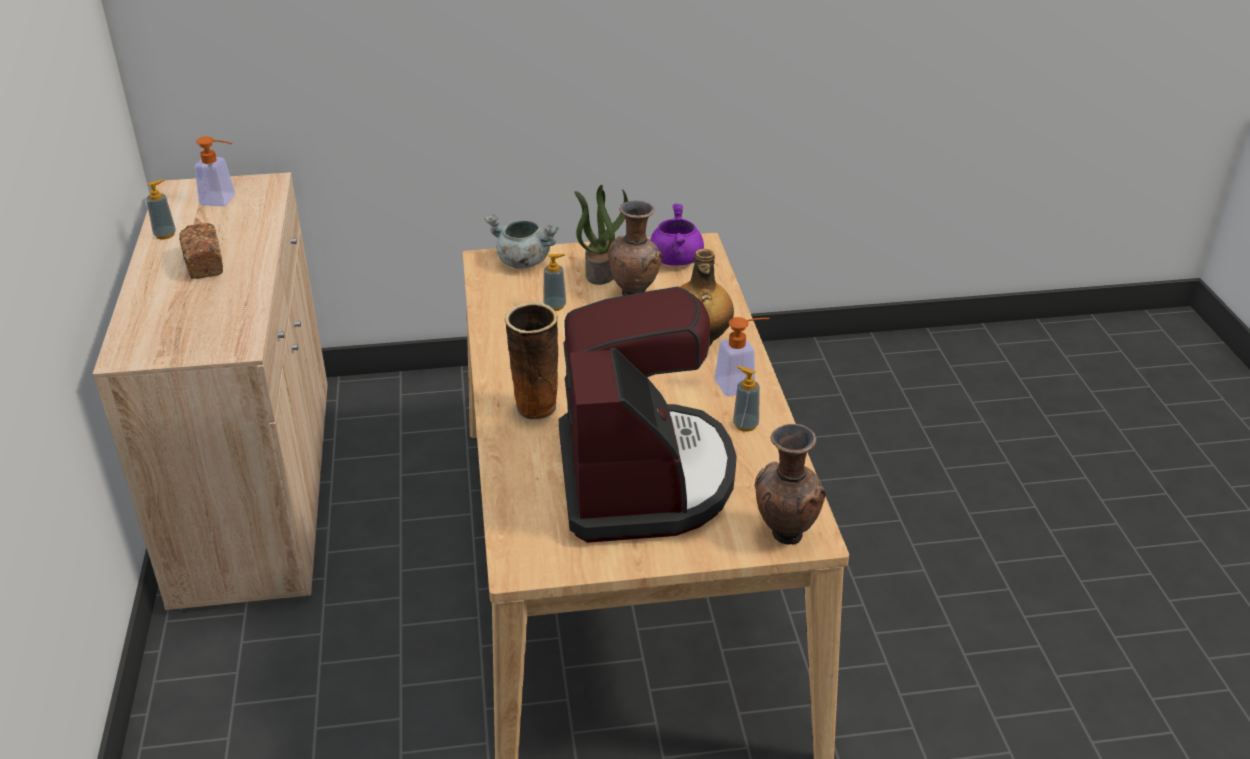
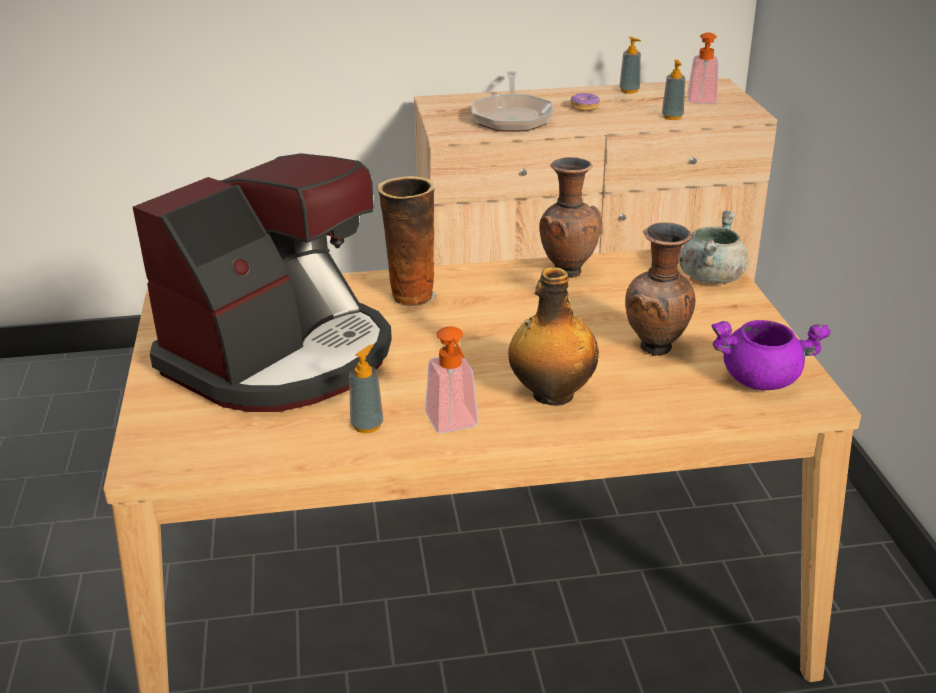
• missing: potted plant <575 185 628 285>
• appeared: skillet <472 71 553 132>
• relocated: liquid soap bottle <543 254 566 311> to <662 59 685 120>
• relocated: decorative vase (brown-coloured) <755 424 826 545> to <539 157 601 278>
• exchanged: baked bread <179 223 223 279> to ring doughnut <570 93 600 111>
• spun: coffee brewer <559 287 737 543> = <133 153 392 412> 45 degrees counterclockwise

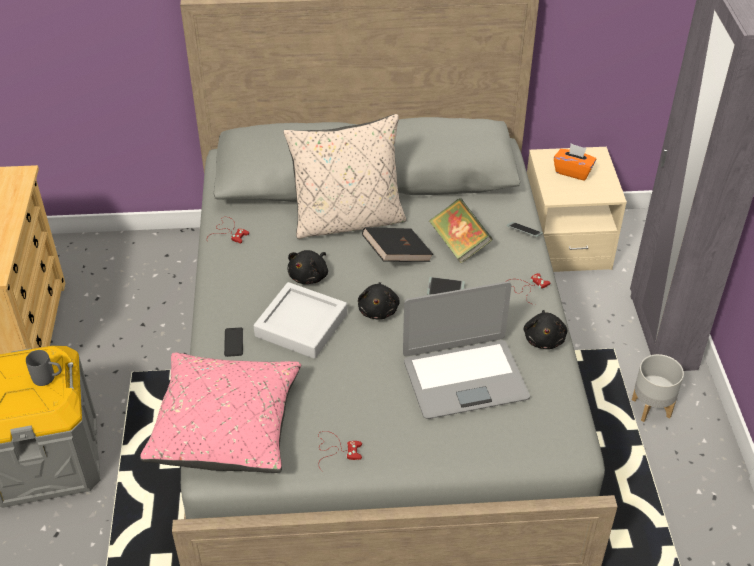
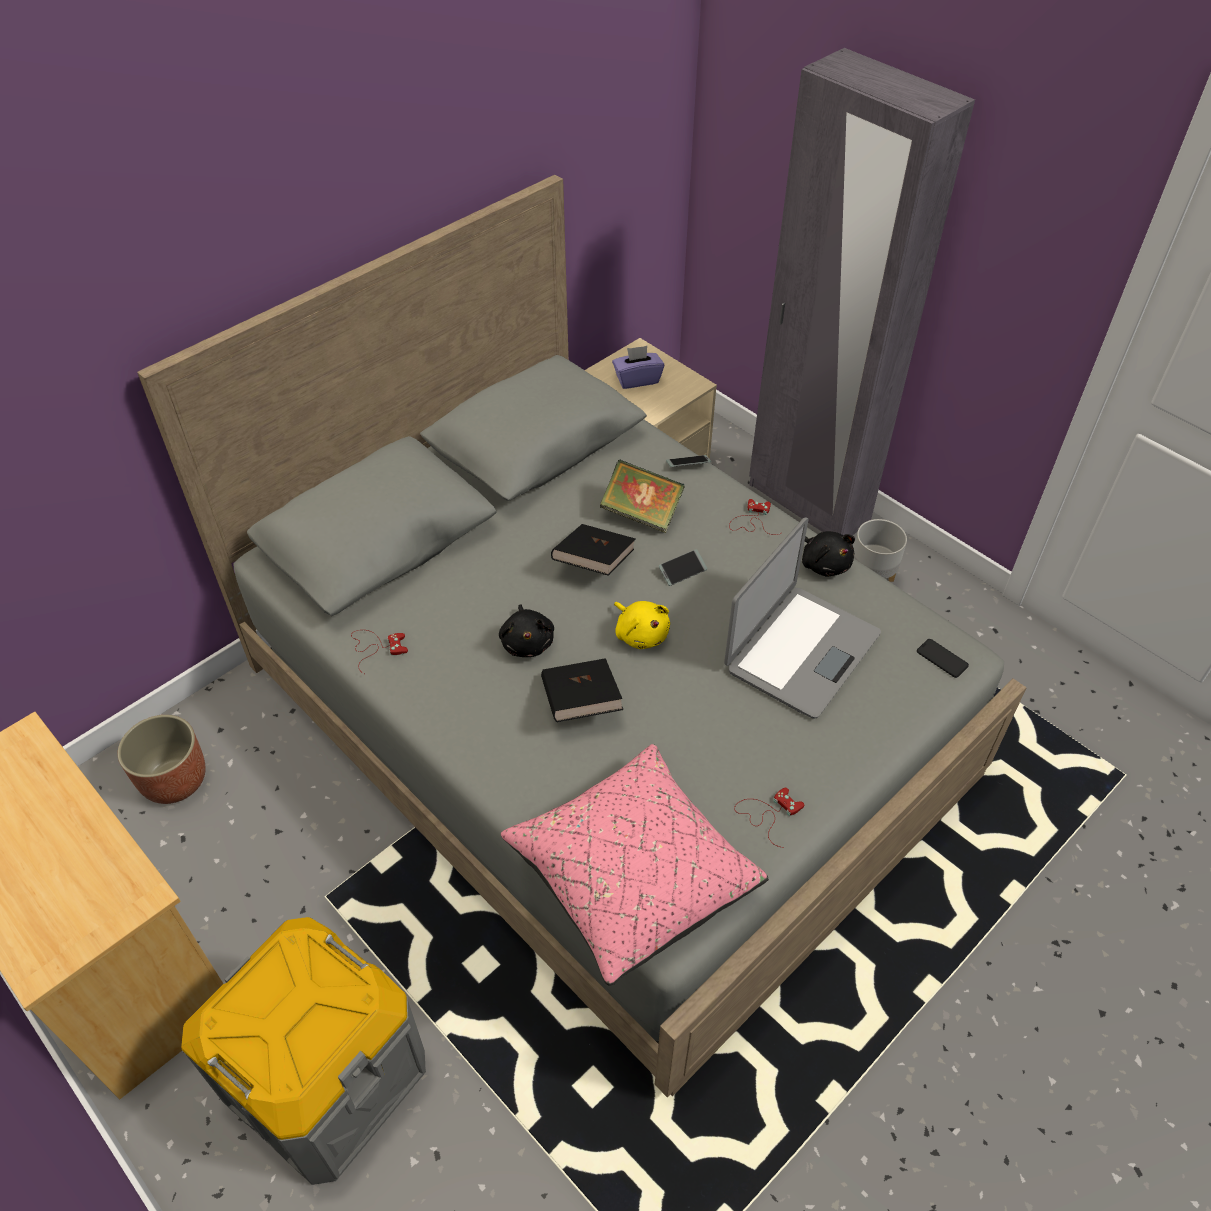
• missing: tea mug (gray) <26 350 62 386>
• missing: pillow (beige) <284 114 406 239>
• appeared: flower pot <117 715 205 804>
• relocated: telephone <224 327 243 357> to <917 639 969 678>
• exchanged: tray (gray) <254 282 347 359> to bound book (black) <541 658 623 722>
• colour: plush toy (black) <358 282 400 319> to plush toy (yellowish) <614 601 670 649>
• colour: tissue holder (orange-coloured) <554 144 597 180> to tissue holder (purplish) <612 346 664 389>

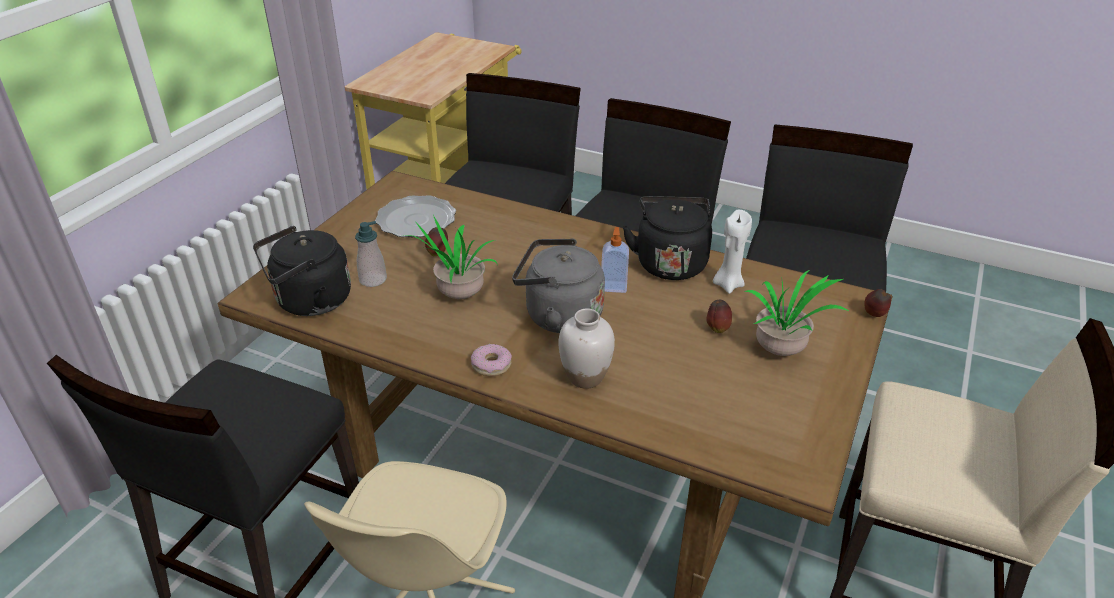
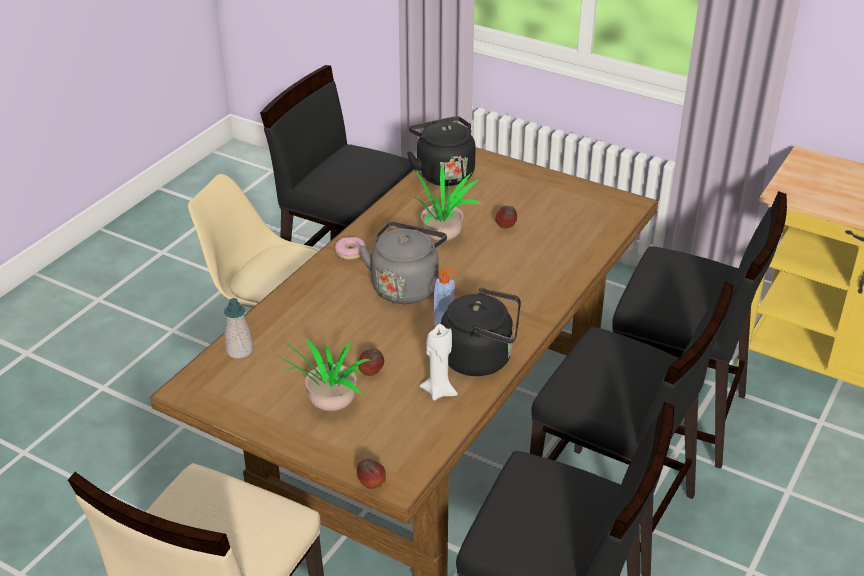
• missing: dinner plate <375 195 456 237>
• missing: decorative vase (white) <558 308 615 389>
• relocated: liquid soap bottle <355 221 387 287> to <224 298 253 359>

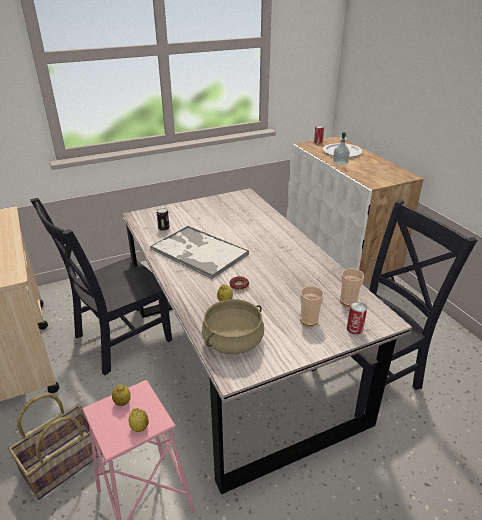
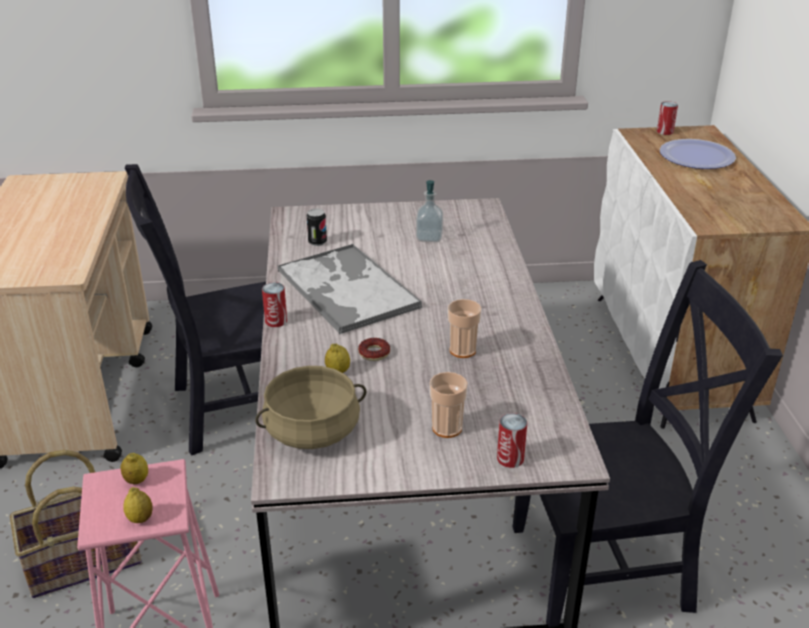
• appeared: metal can <262 282 287 327>
• relocated: liquid soap bottle <333 132 350 165> to <416 180 443 242>
• relocated: cup <340 268 364 306> to <448 299 481 358>

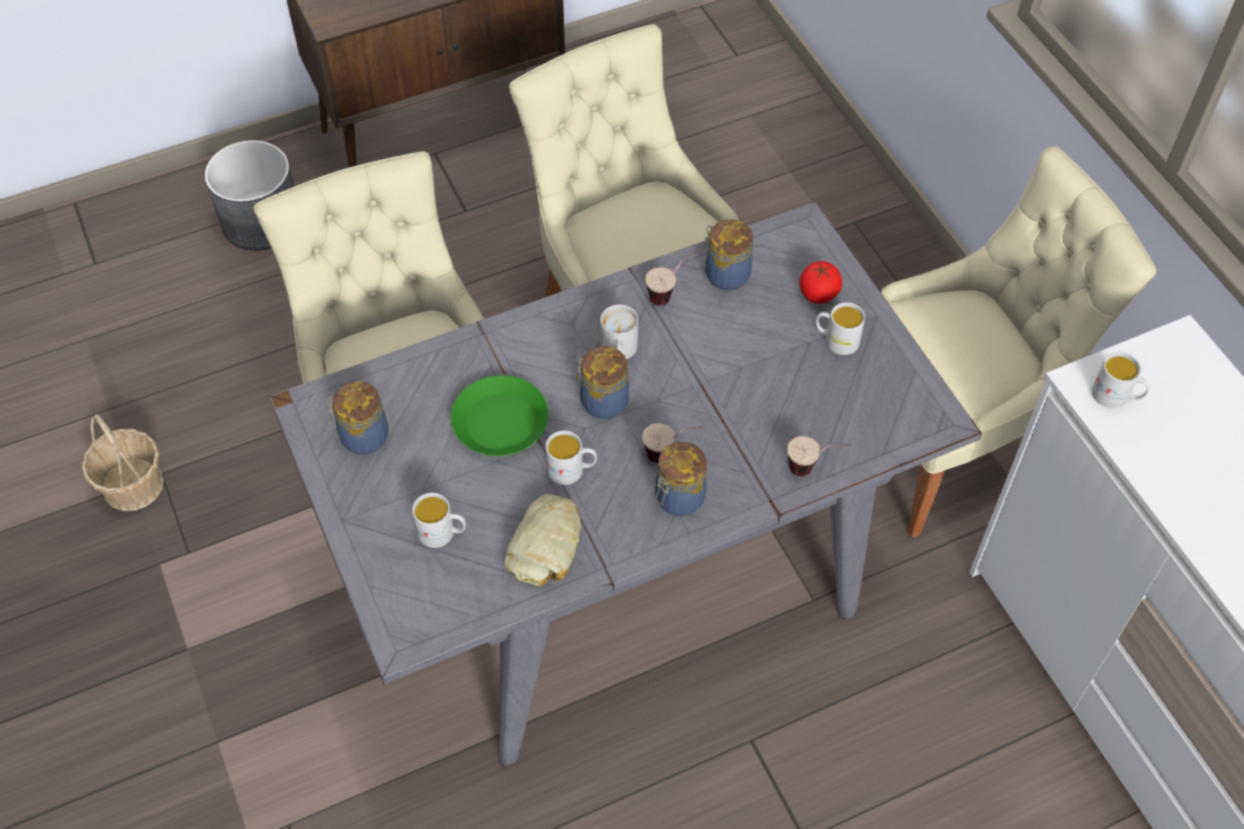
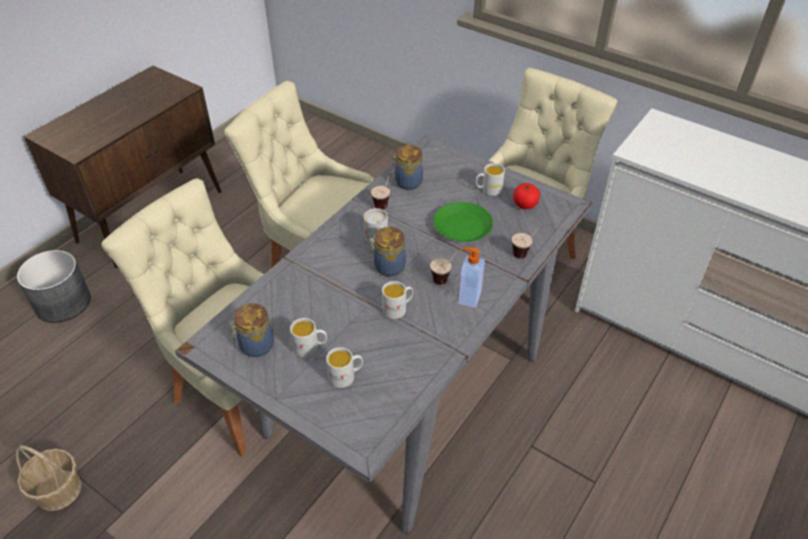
• missing: baked bread <504 494 581 587>
• relocated: dinner plate (green-coloured) <451 375 549 456> to <434 202 493 242>
• relocated: fresh tomato <799 261 842 304> to <513 183 540 209>
• relocated: tea mug (white) <1092 352 1150 408> to <290 318 327 357>
• exchanged: storage jar <655 442 707 516> to liquid soap bottle <458 247 485 308>

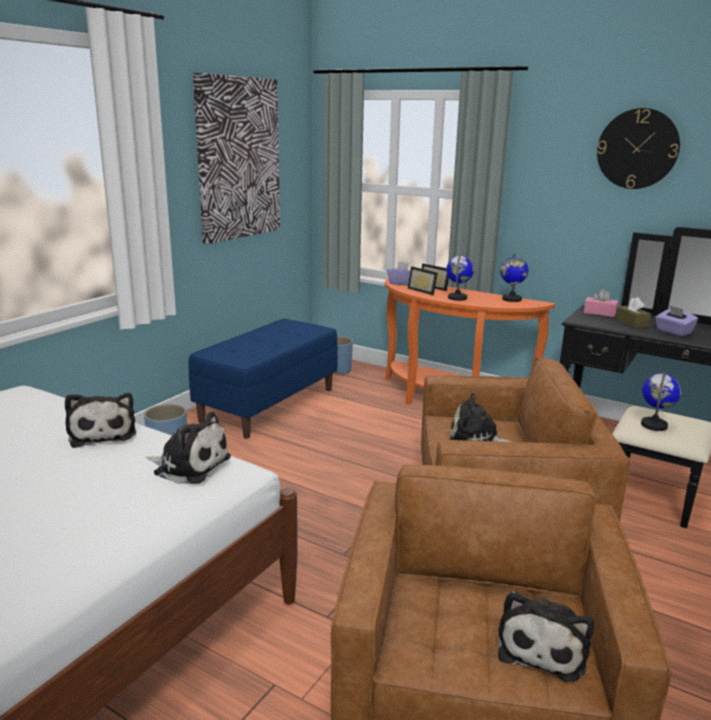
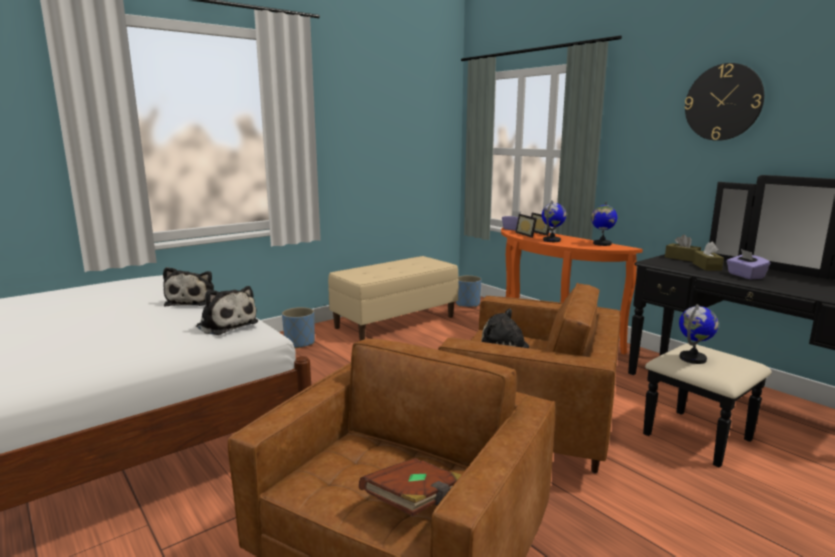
• missing: wall art <193 73 280 244>
• exchanged: plush toy <498 591 594 682> to bound book (brown-coloured) <359 458 461 516>
• colour: bench (blue-coloured) <188 319 338 439> to bench (beige) <328 256 459 341>
• colour: tissue holder (pink) <584 288 618 317> to tissue holder (brown-coloured) <665 234 701 262>

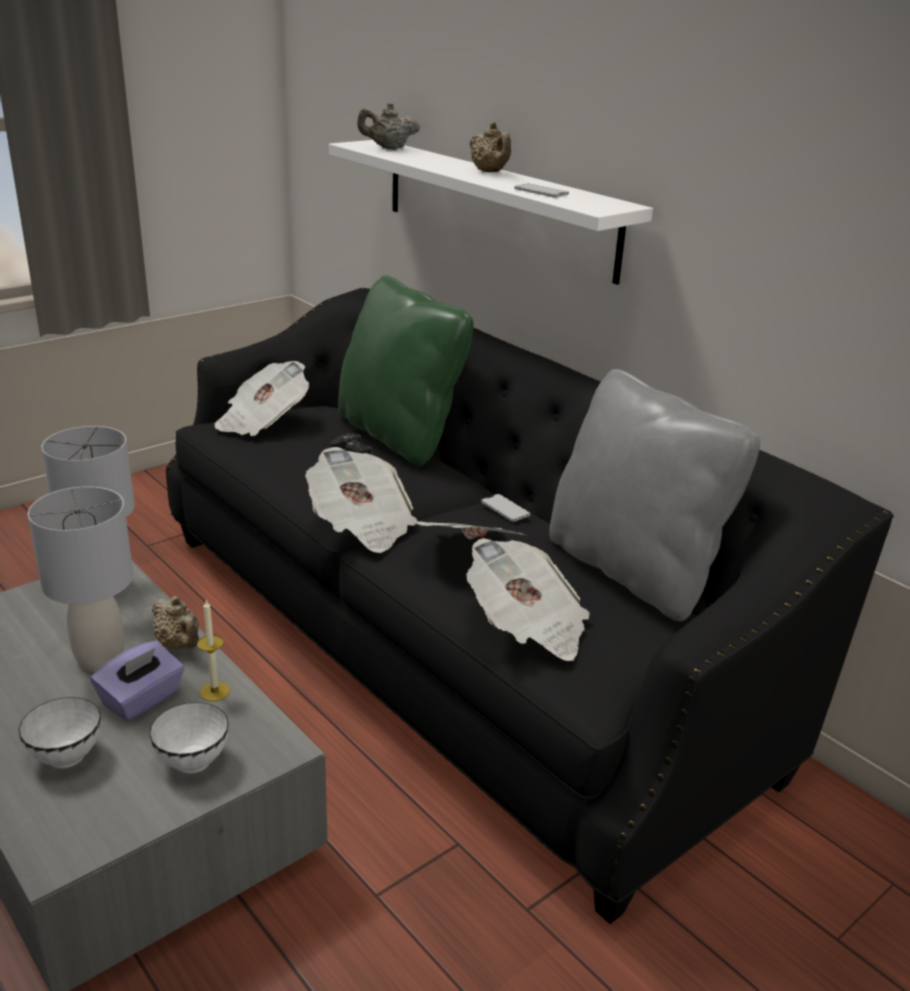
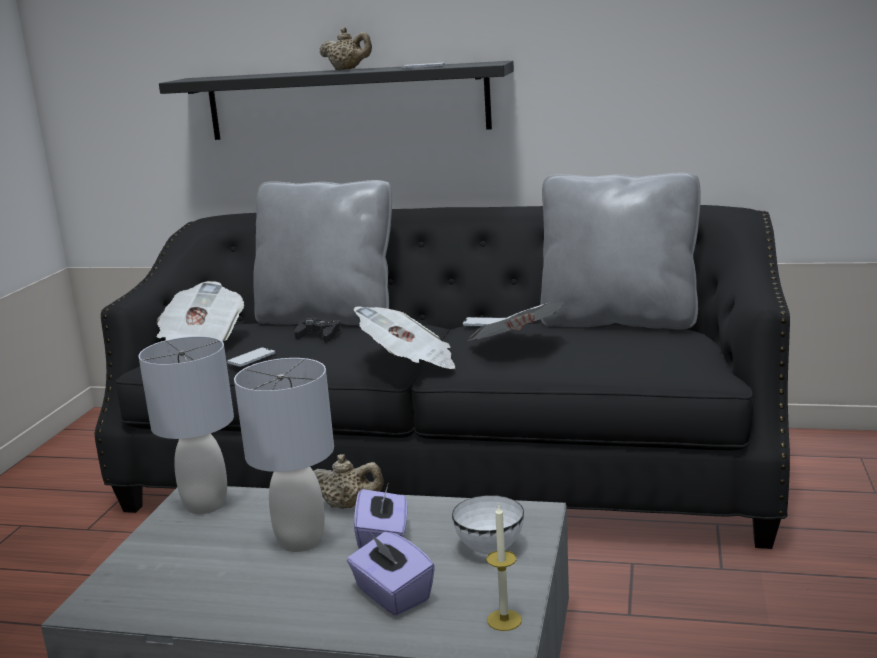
• missing: tea pot (beige) <357 102 420 150>
• missing: daily paper <466 538 590 661>
• appeared: telephone <227 347 275 367>
• relocated: candle <197 600 230 702> to <486 504 522 631>
• exchanged: serving bowl (white) <19 697 101 768> to tissue holder (purplish) <347 532 435 616>
• colour: shelf (white) <329 140 653 285> to shelf (black) <159 61 514 140>
• colour: pillow (green-coloured) <338 275 474 467> to pillow (gray) <253 180 392 325>

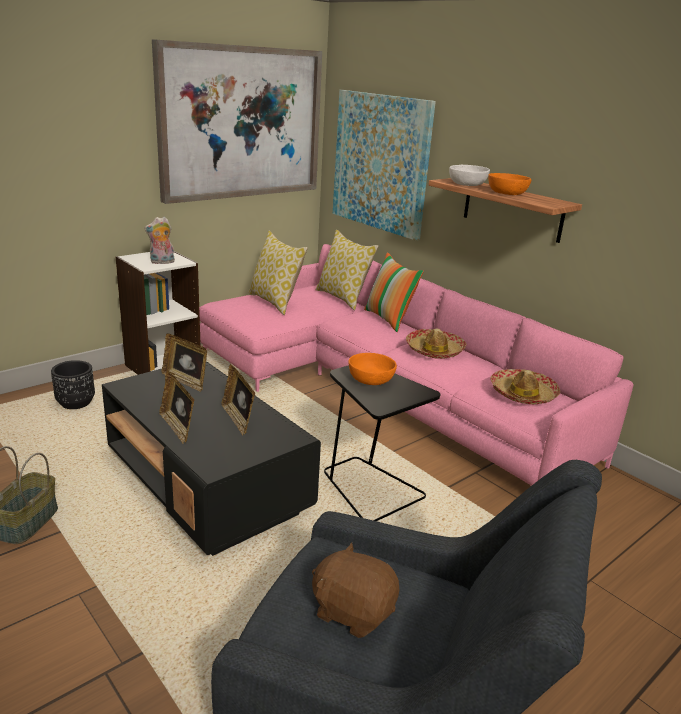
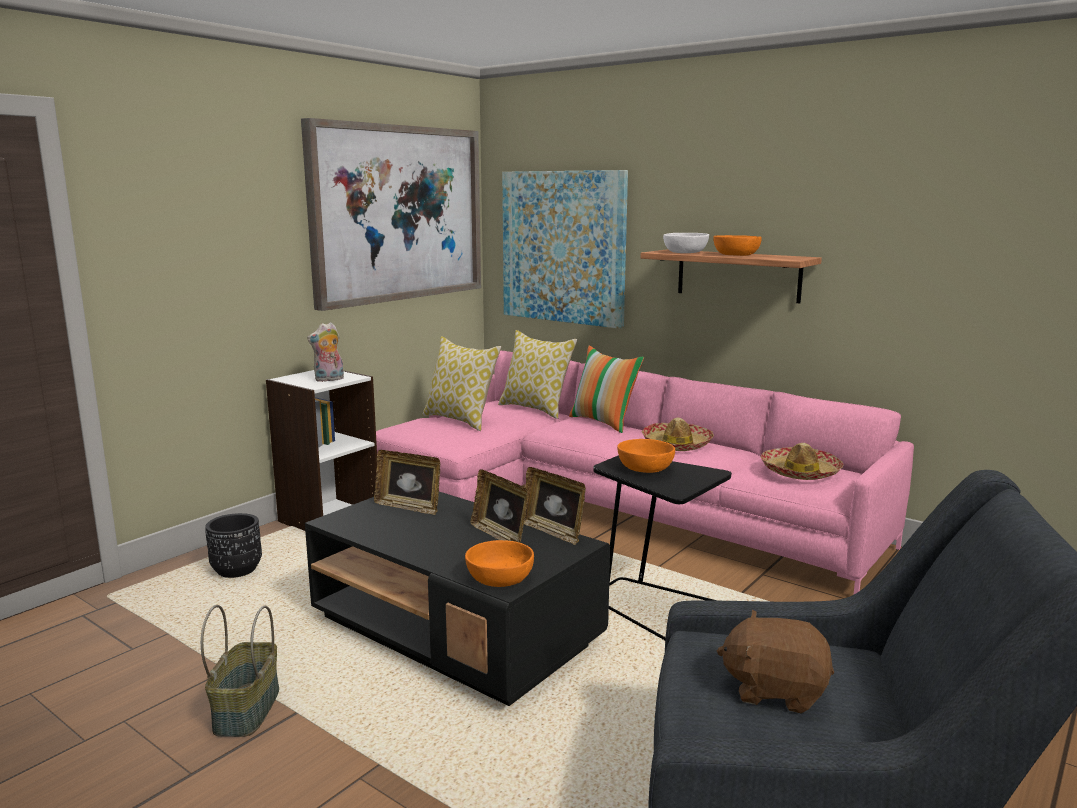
• appeared: serving bowl (orange-coloured) <465 540 534 587>
• relocated: picture frame <159 371 194 445> to <524 467 586 545>

